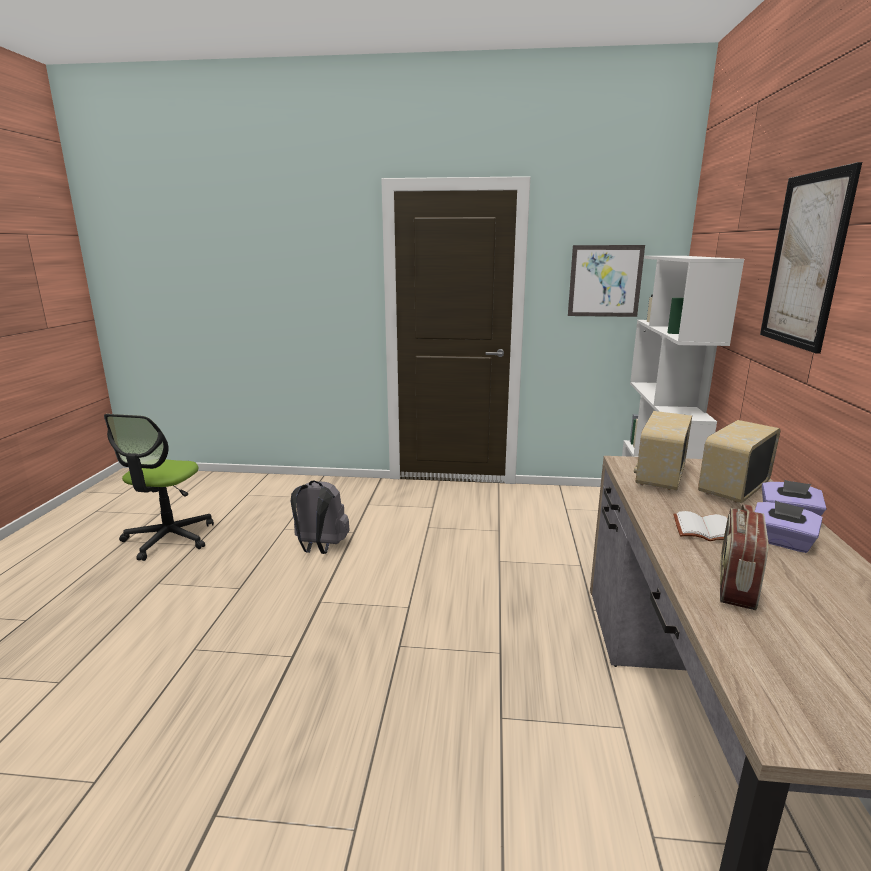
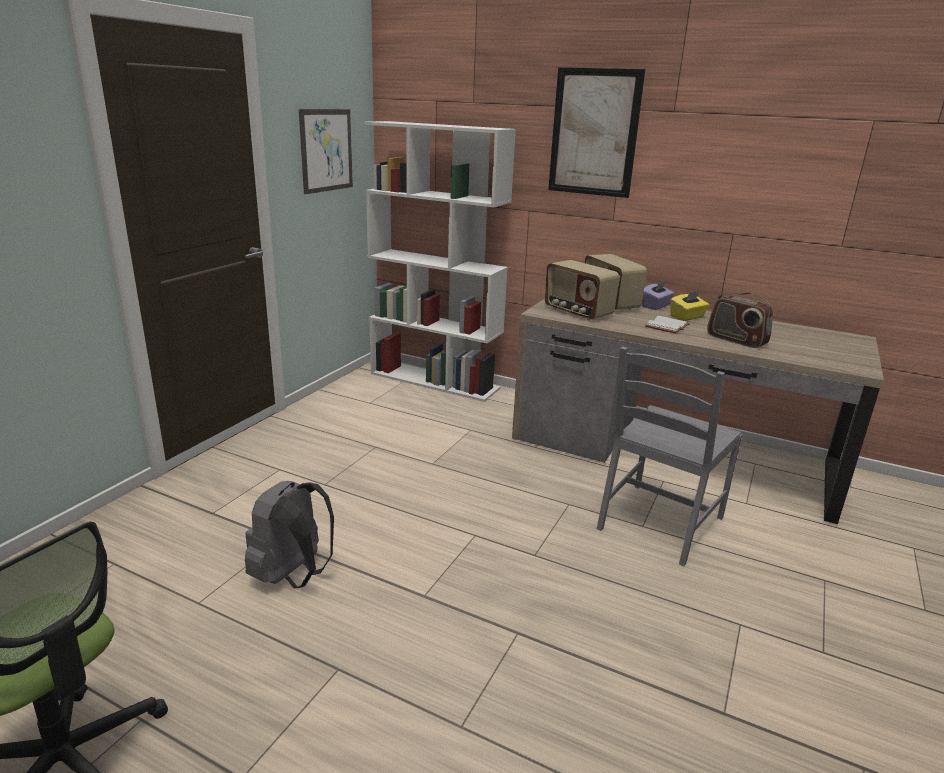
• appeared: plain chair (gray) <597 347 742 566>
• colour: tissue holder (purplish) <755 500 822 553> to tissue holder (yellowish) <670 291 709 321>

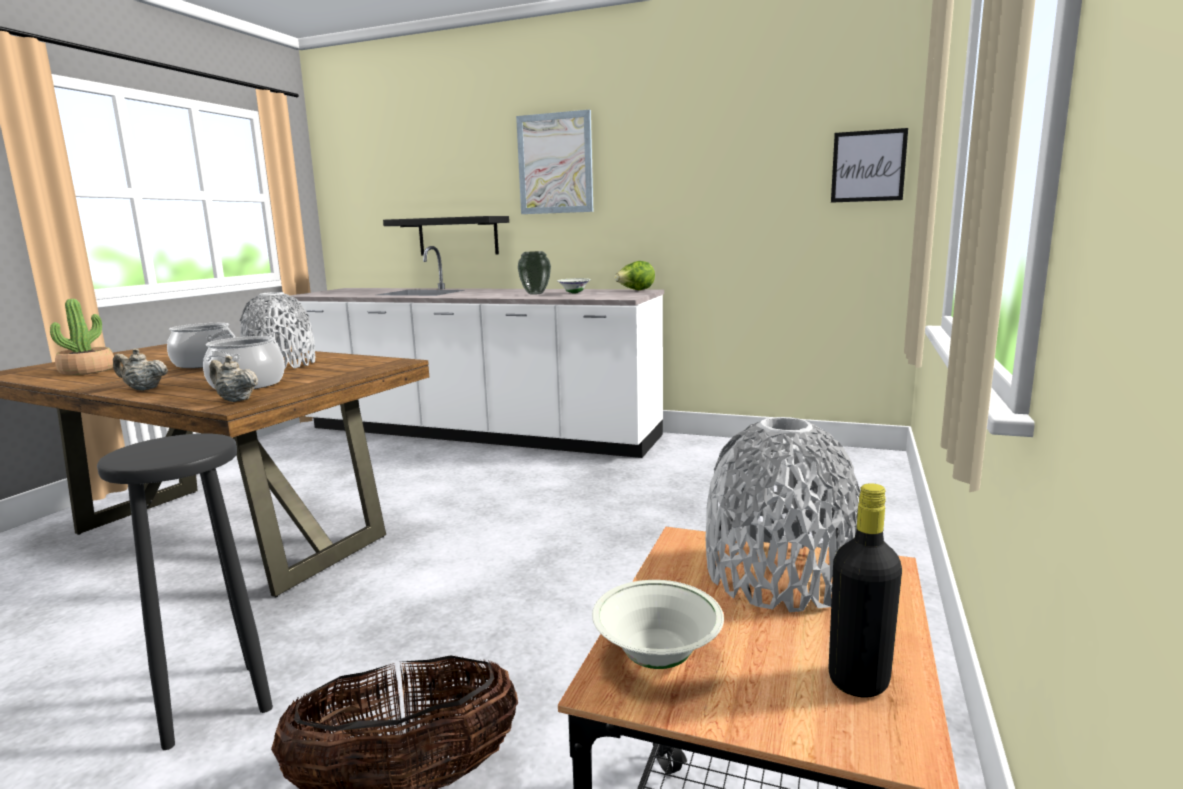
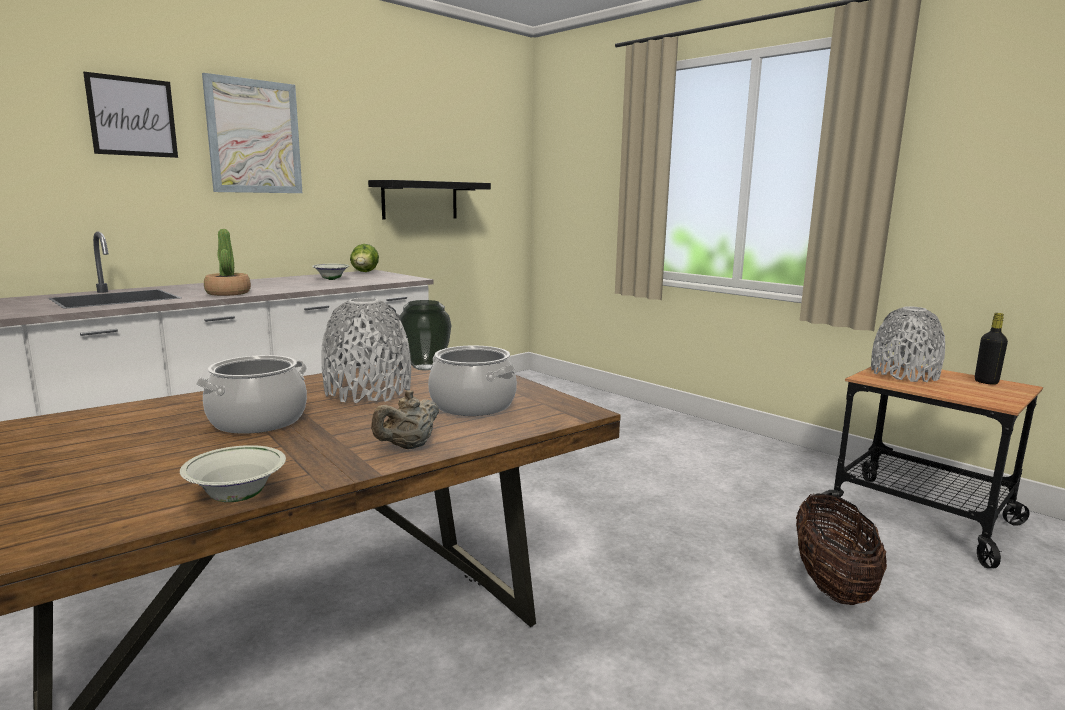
• missing: sitting stool (black) <97 433 273 750>
• missing: tea pot (beige) <209 356 258 402>
• relocated: potted plant <50 299 114 375> to <204 229 251 296>
• relocated: shelf (black) <383 216 509 256> to <368 180 491 220>
• relocated: decorative vase <518 251 551 295> to <400 300 452 370>
• relocated: serving bowl (white) <592 580 724 669> to <180 445 286 502>
• relocated: wall art <831 128 908 203> to <83 72 178 158>

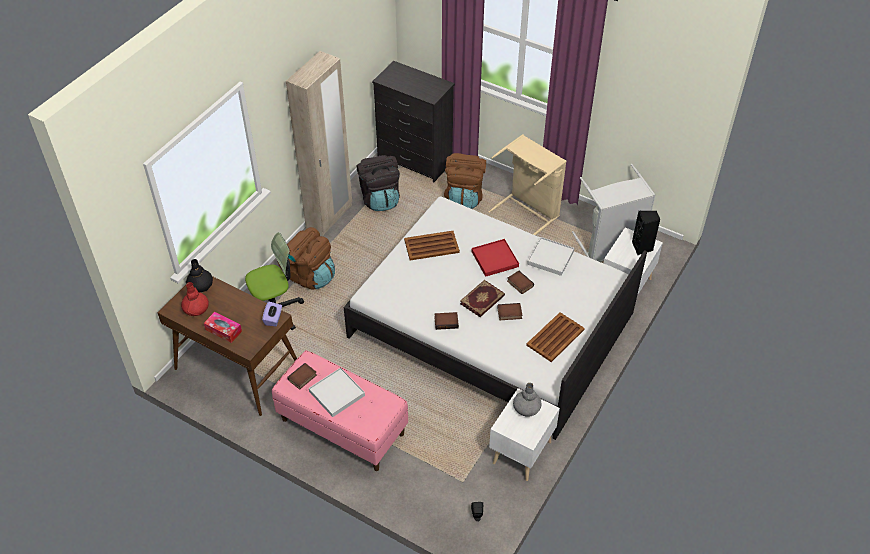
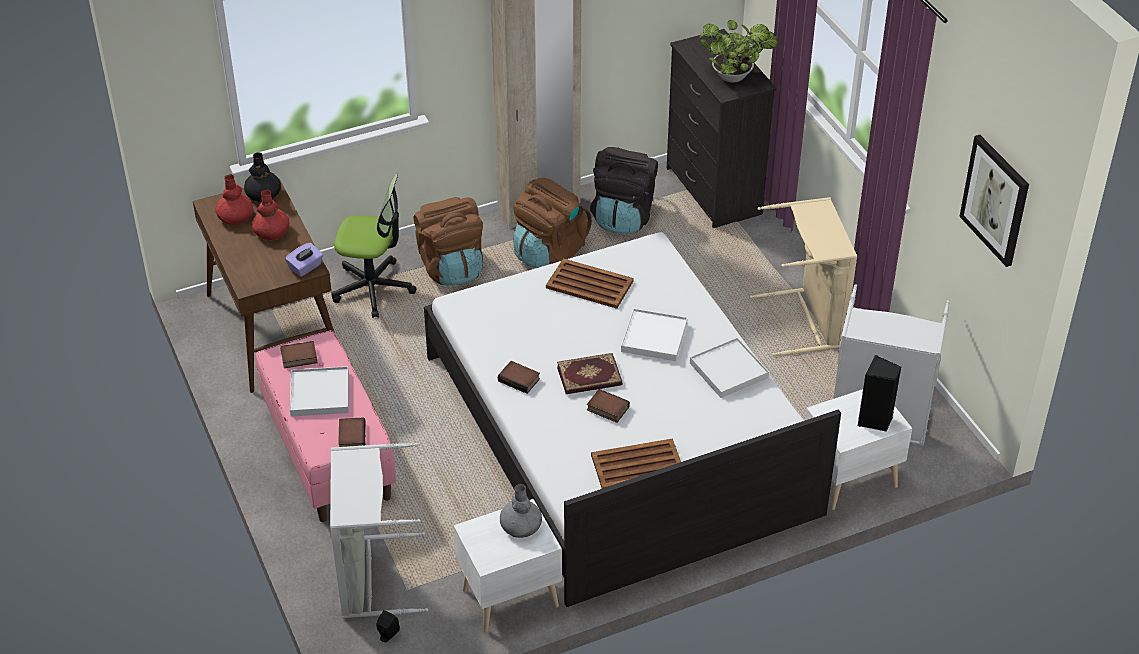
• missing: tissue holder <204 312 242 343>
• appeared: decorative vase (red) <252 190 289 241>
• appeared: hamper (gray) <330 443 428 618>
• appeared: potted plant <700 20 778 83>
• appeared: wall art <959 135 1029 267>
• relocated: backpack (brown-coloured) <444 153 486 209> to <514 178 592 268>
• relocated: bound book <507 271 534 294> to <338 417 366 447>
• colour: tray (red) <472 239 519 277> to tray (white) <621 308 688 361>

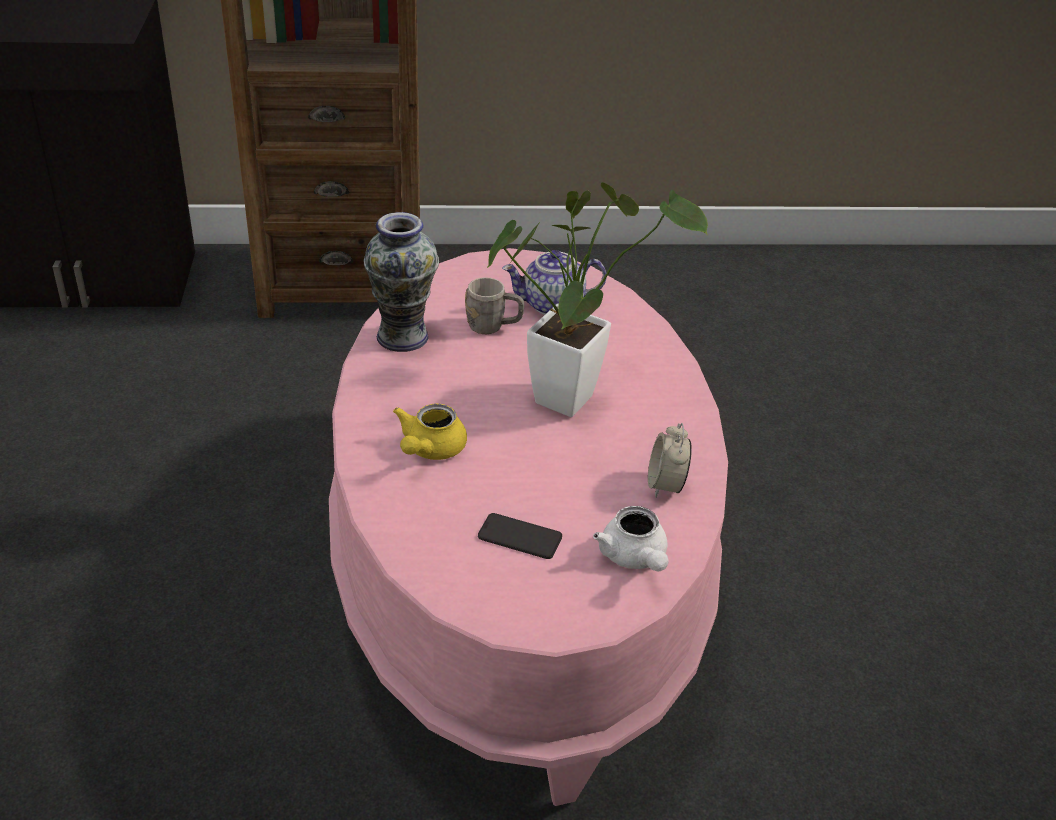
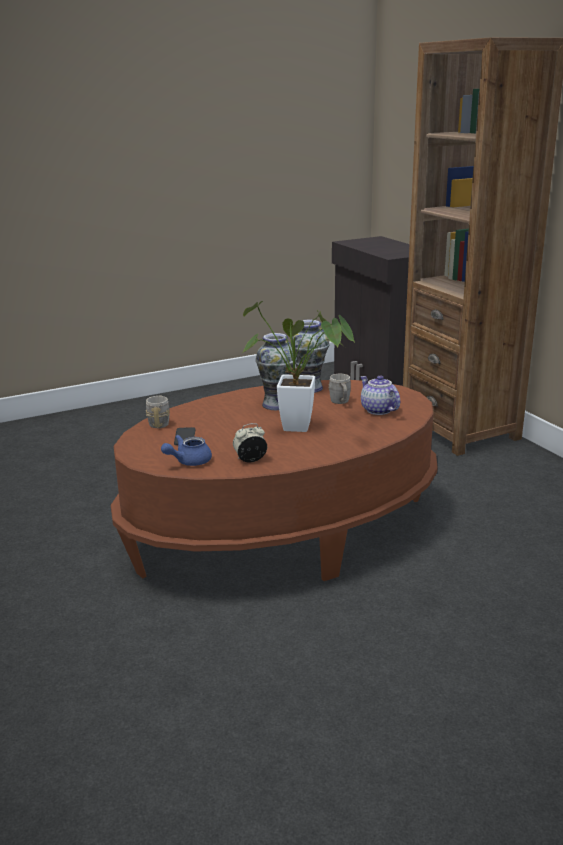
• missing: tea pot (yellowish) <393 404 467 460>
• appeared: tea mug (gray) <146 396 170 428>
• appeared: decorative vase <255 333 297 410>
• colour: low table (pink) <329 248 728 806> to low table (brown-coloured) <111 380 438 581>
• colour: tea pot (white) <593 506 669 572> to tea pot (blue-coloured) <161 435 212 466>

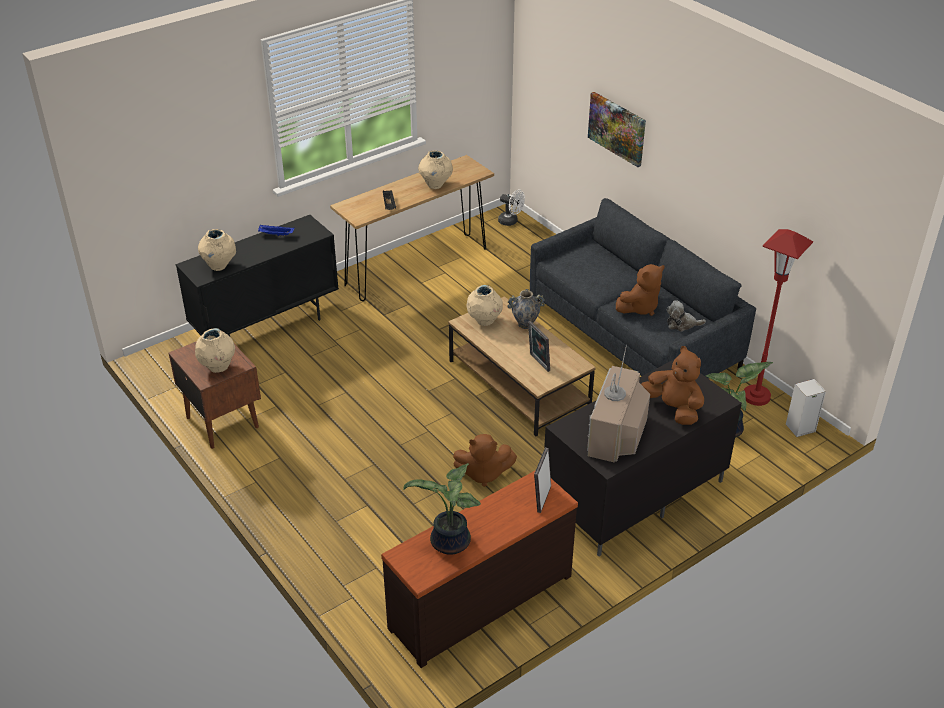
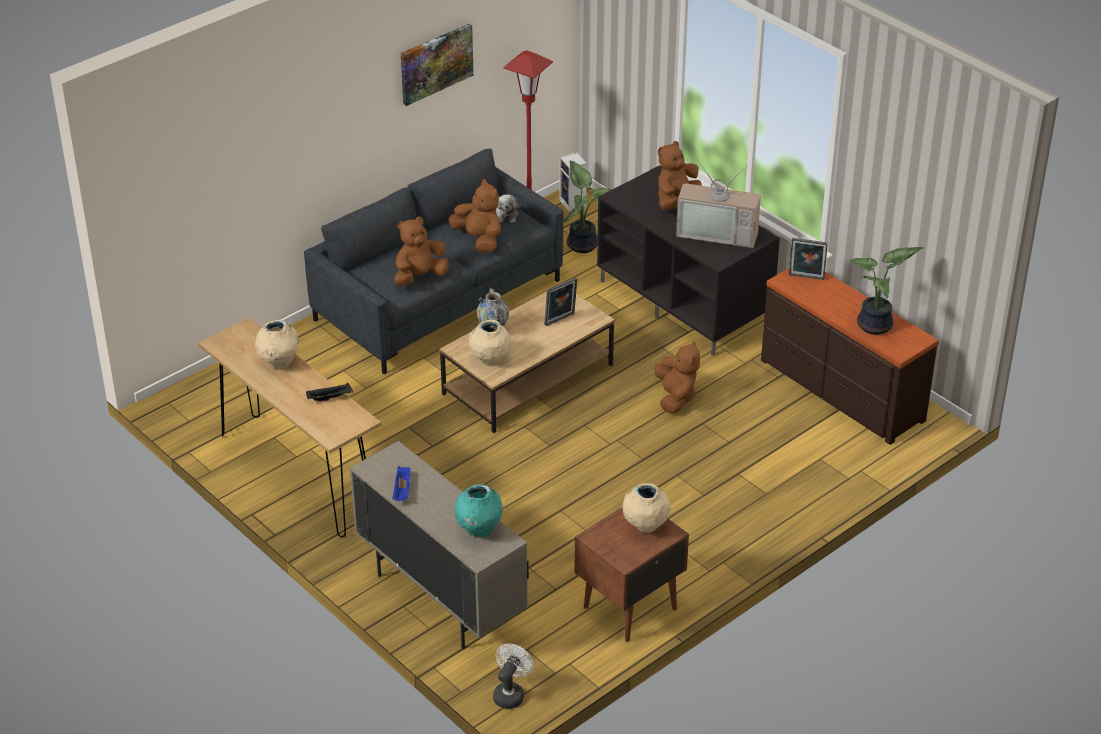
• appeared: plush toy (brown-coloured) <394 217 449 286>
• relocated: fan (white) <498 190 525 226> to <493 644 534 709>
• relocated: wall art <588 92 646 167> to <401 24 474 106>
• colour: cupboard (black) <176 215 339 336> to cupboard (beige) <350 441 529 649>
• colour: decorative vase (beige) <198 229 236 271> to decorative vase (turquoise) <454 484 503 537>

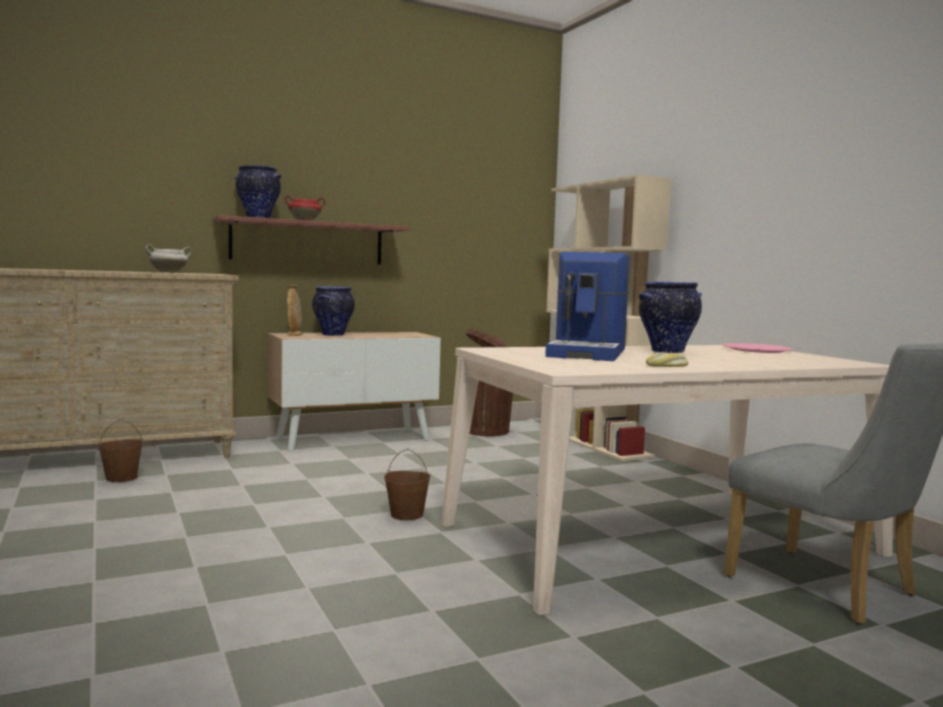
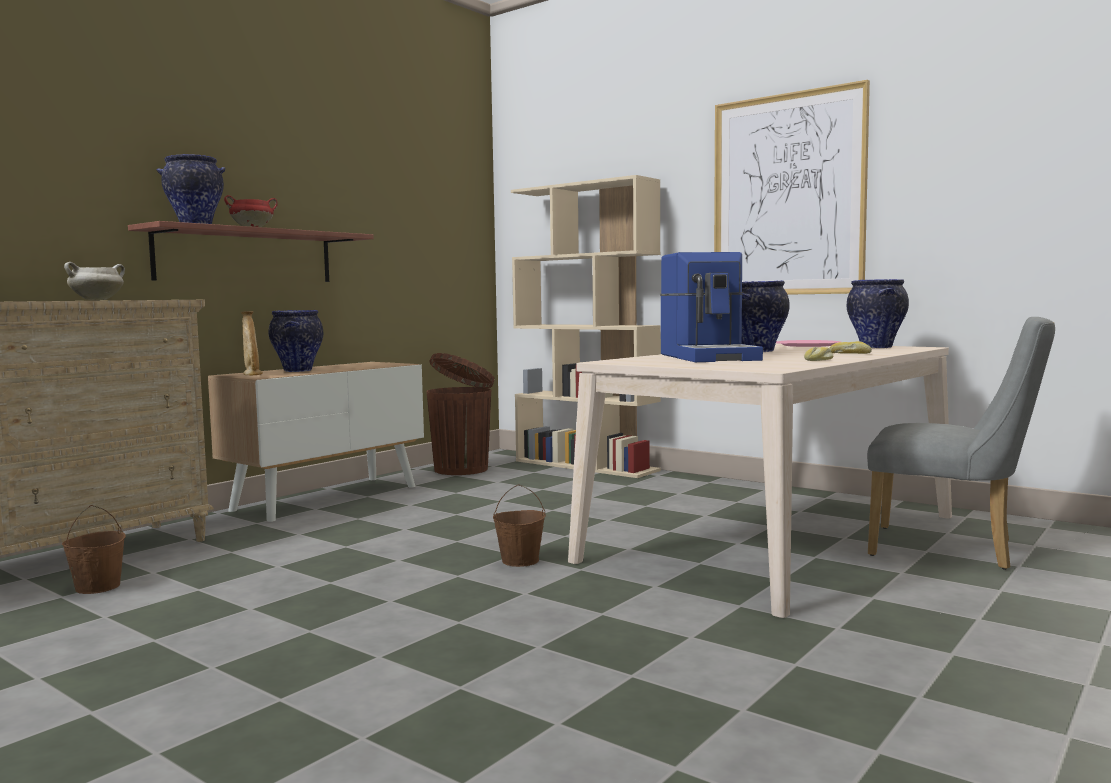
• appeared: wall art <714 80 870 295>
• appeared: baked bread <830 341 872 354>
• appeared: decorative vase <847 279 909 348>

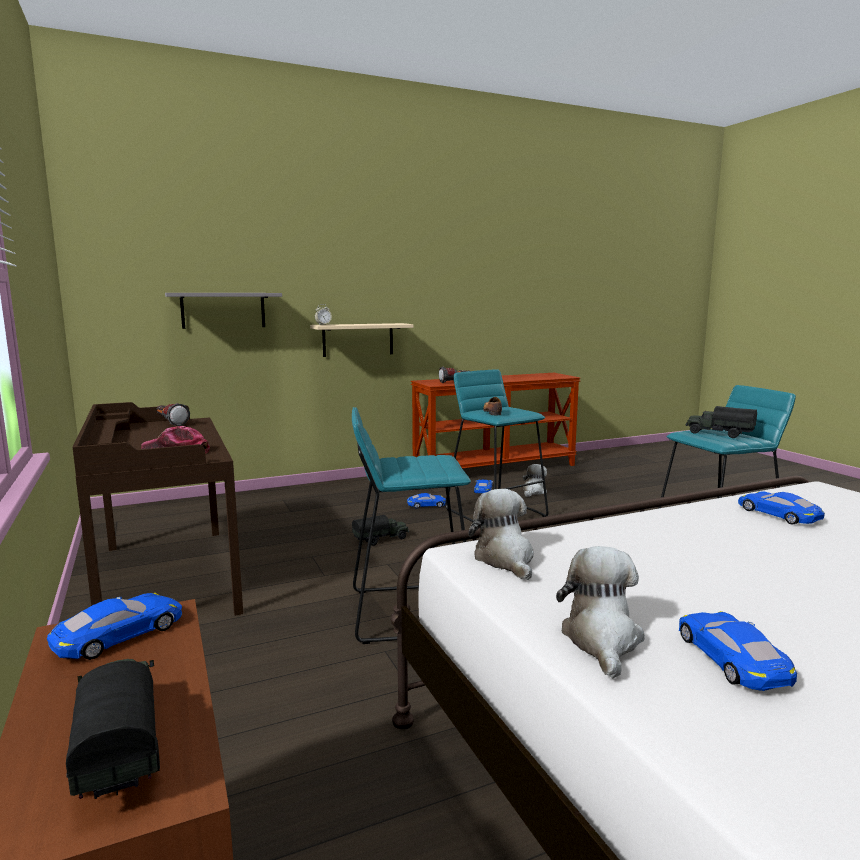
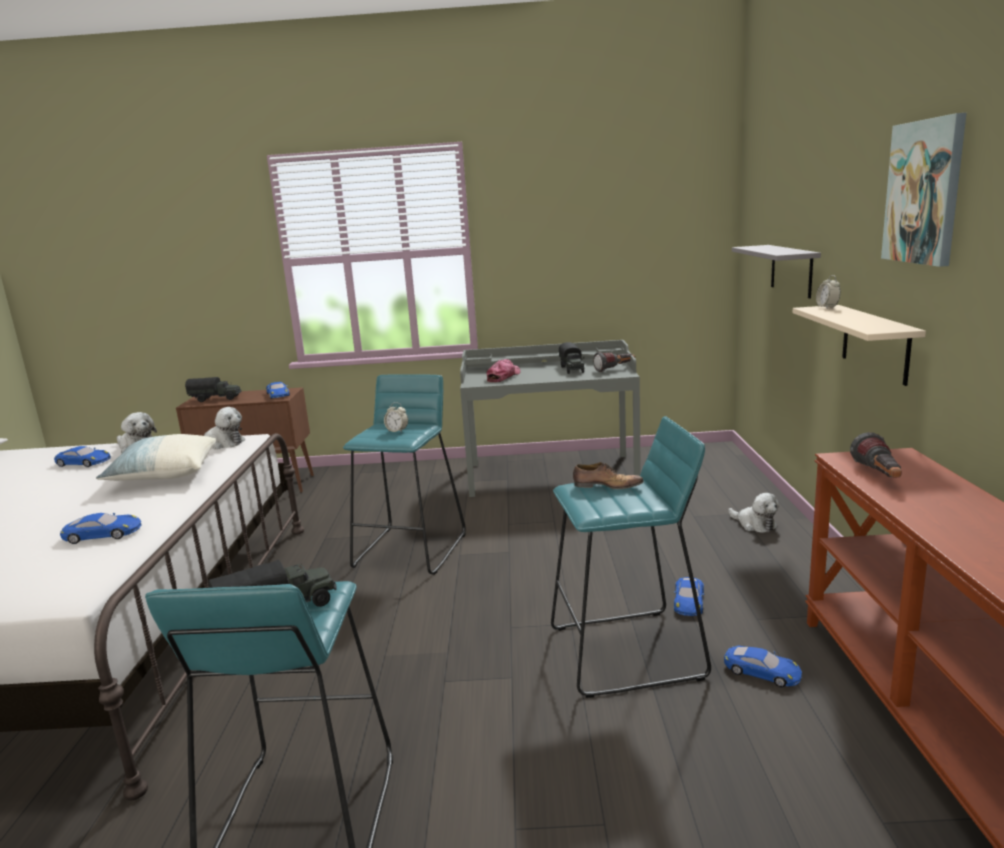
• appeared: pillow <96 434 216 481>
• appeared: alarm clock <384 402 408 433>
• appeared: wall art <881 113 966 267>
• relocated: toy truck <352 515 409 546> to <559 342 585 374>
• relocated: plush toy <522 464 547 497> to <728 493 779 533>
• colour: desk (brown-coloured) <73 402 243 616> to desk (gray) <460 340 641 497>

